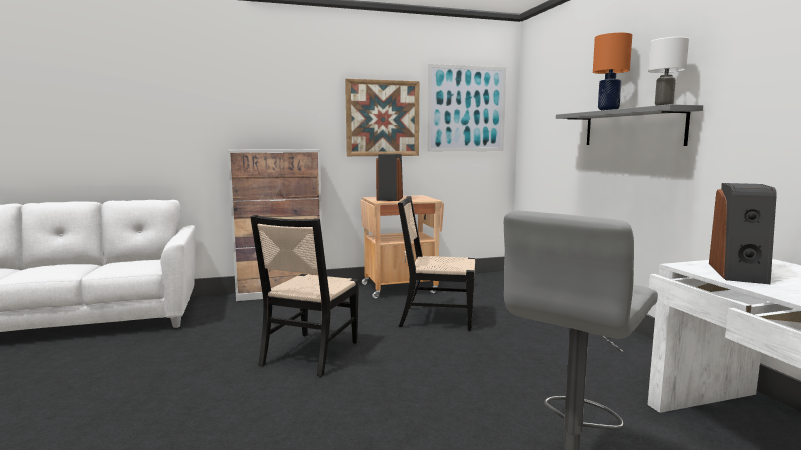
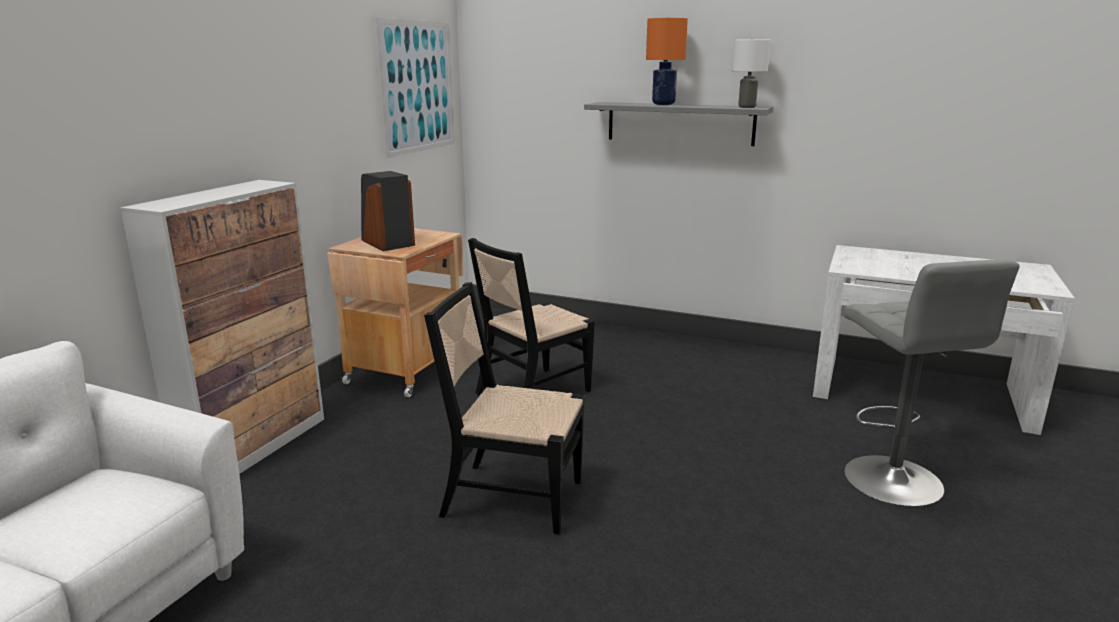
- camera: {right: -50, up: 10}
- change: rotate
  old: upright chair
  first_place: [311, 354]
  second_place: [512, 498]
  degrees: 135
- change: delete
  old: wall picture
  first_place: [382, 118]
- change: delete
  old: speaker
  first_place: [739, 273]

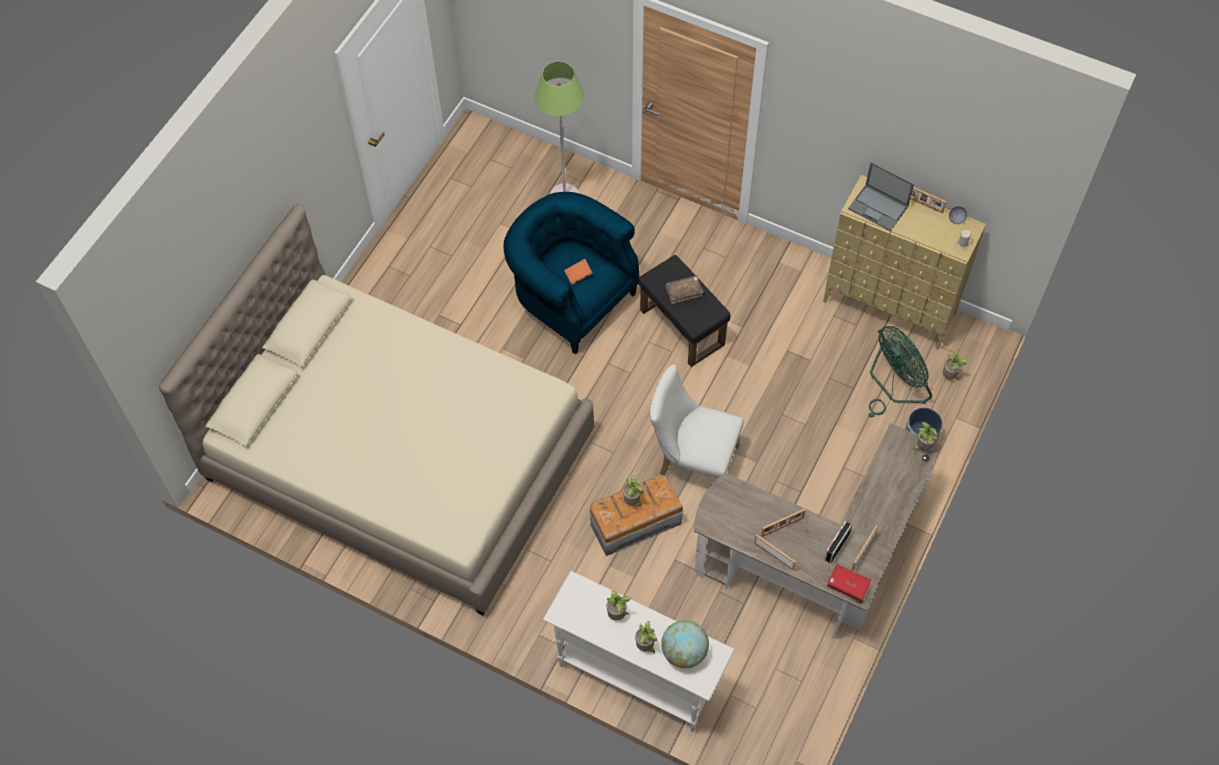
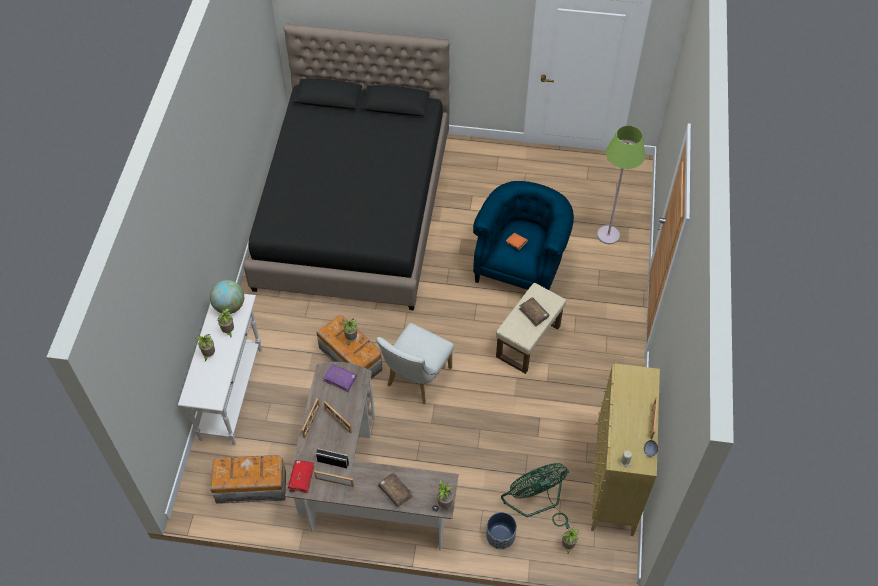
- camera: {right: 70, up: -5}
- change: recolor
  old: beige bedroom bed
  new: black bedroom bed
  first_place: [399, 455]
  second_place: [354, 209]
- change: recolor
  old: black ottoman
  new: beige ottoman
  first_place: [681, 327]
  second_place: [528, 340]
- change: rotate
  old: whitish upright chair
  first_place: [692, 460]
  second_place: [416, 380]
  degrees: -150
- change: move
  old: globe
  first_place: [684, 652]
  second_place: [229, 306]
- change: delete
  old: portable computer
  first_place: [879, 208]
- change: rotate
  old: green-coloured cooling fan
  first_place: [892, 385]
  second_place: [540, 502]
  degrees: -150
- change: insert
  new: storage box
  second_place: [250, 486]
- change: insert
  new: purple bound book
  second_place: [340, 379]
- change: insert
  new: brown bound book
  second_place: [395, 491]

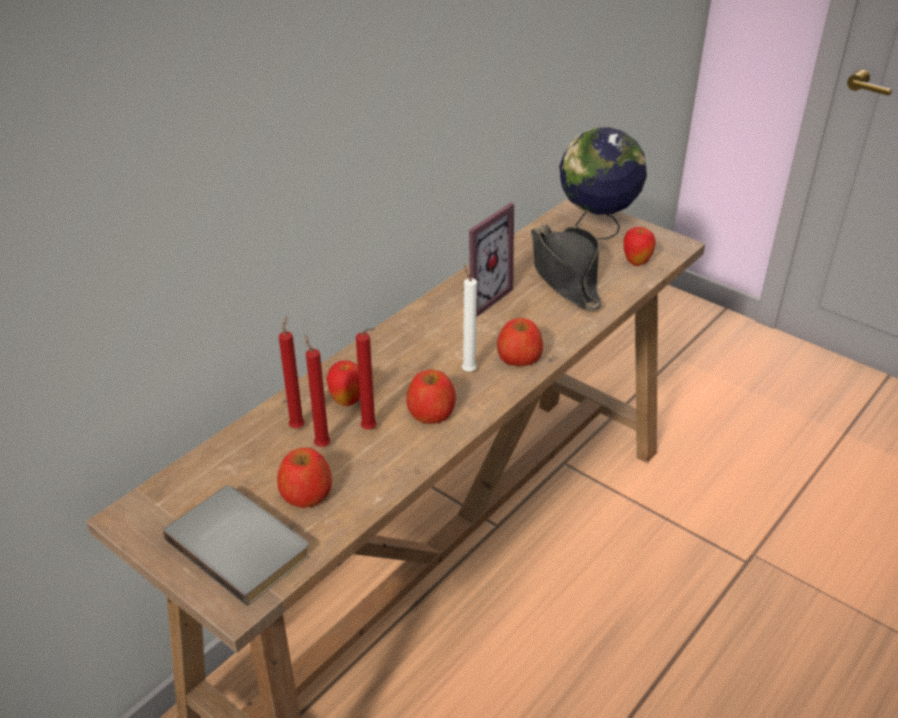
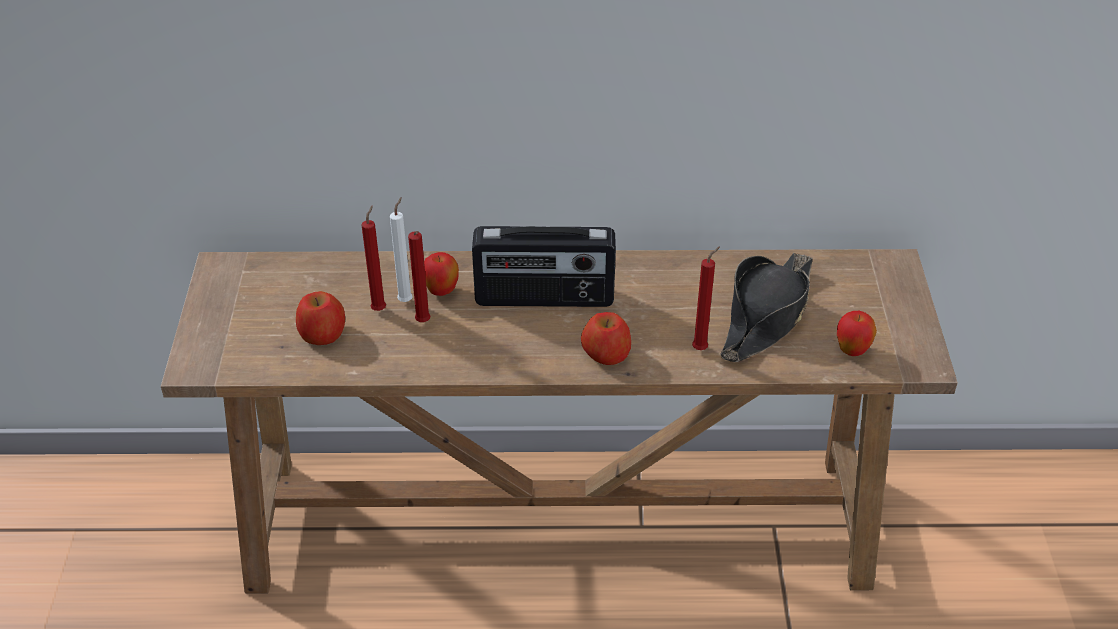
- camera: {right: 50, up: 5}
- change: delete
  old: gray bound book
  first_place: [242, 544]
- change: move
  old: red candle
  first_place: [298, 426]
  second_place: [701, 348]
- change: delete
  old: apple fruit
  first_place: [431, 412]
- change: delete
  old: standing frame
  first_place: [478, 297]
- change: move
  old: whitish candle
  first_place: [468, 370]
  second_place: [406, 300]
- change: delete
  old: globe
  first_place: [596, 229]
- change: insert
  new: radio set
  second_place: [544, 298]

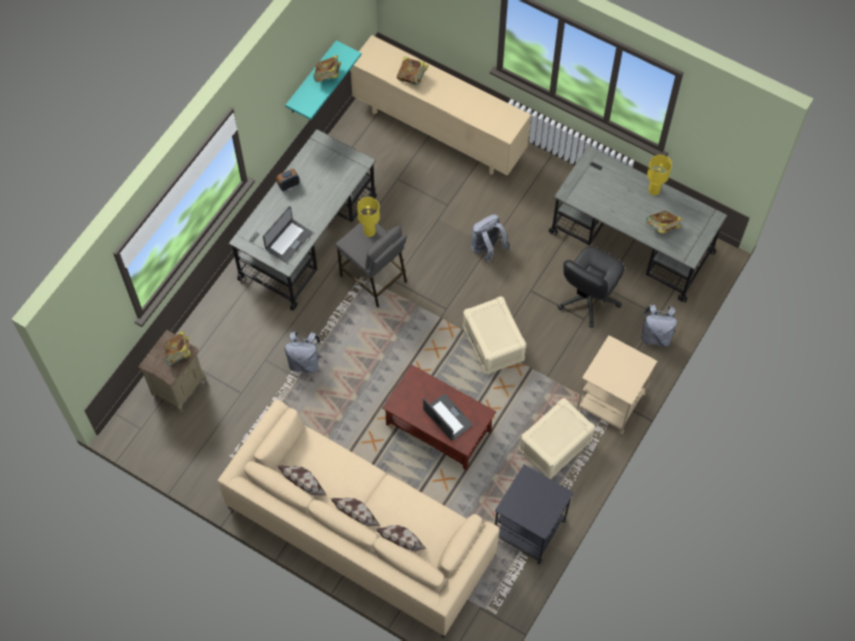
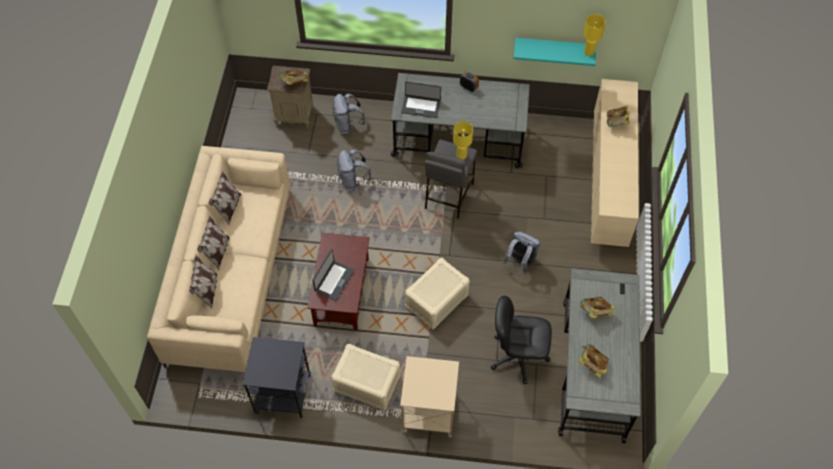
- camera: {right: 65, up: -5}
- change: move
  old: bound book
  first_place: [328, 77]
  second_place: [594, 312]
- change: move
  old: gray knapsack
  first_place: [655, 335]
  second_place: [348, 125]
- change: move
  old: yellowish table lamp
  first_place: [653, 190]
  second_place: [588, 52]

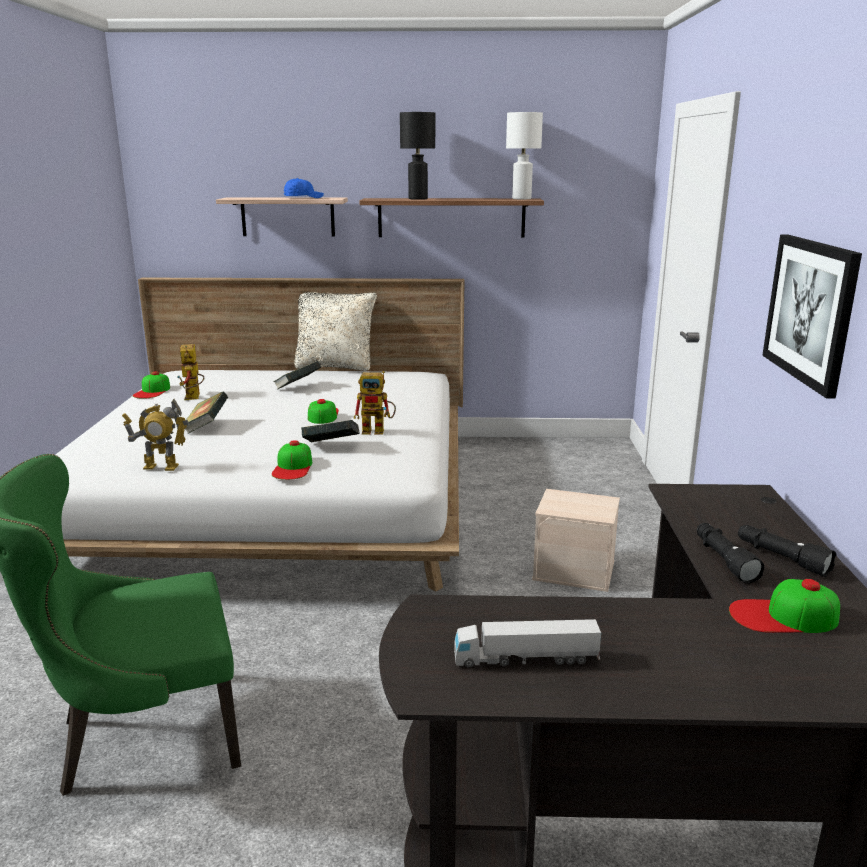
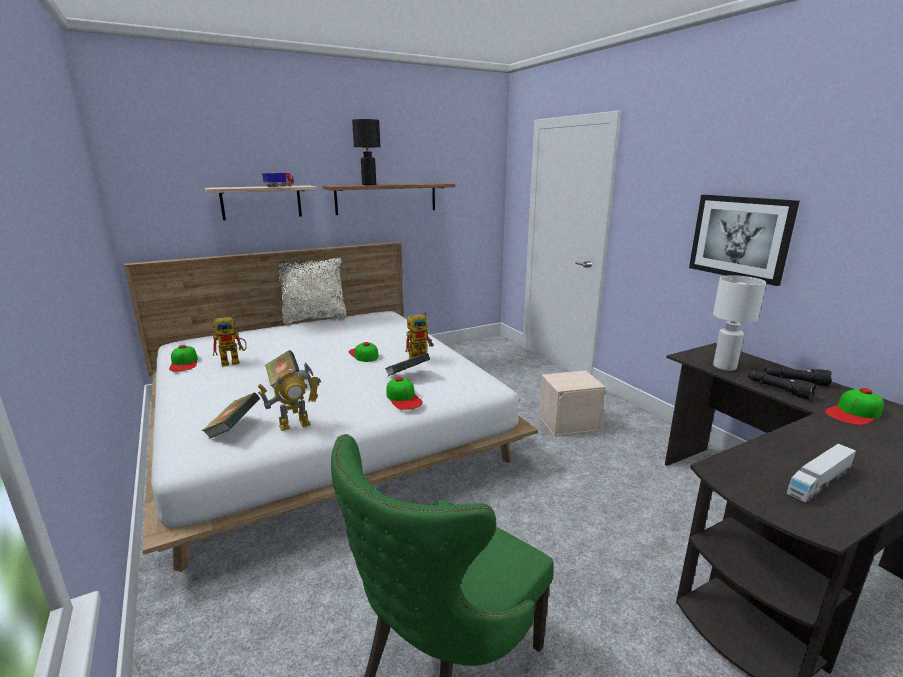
- camera: {right: -30, up: 0}
- change: rotate
  old: toy robot
  first_place: [194, 398]
  second_place: [234, 361]
  degrees: -75
- change: move
  old: bound book
  first_place: [298, 388]
  second_place: [234, 429]
- change: replace
  old: blue-coloured peaked cap
  new: toy lorry
  first_place: [303, 198]
  second_place: [279, 186]
- change: move
  old: whitish table lamp
  first_place: [521, 199]
  second_place: [724, 366]

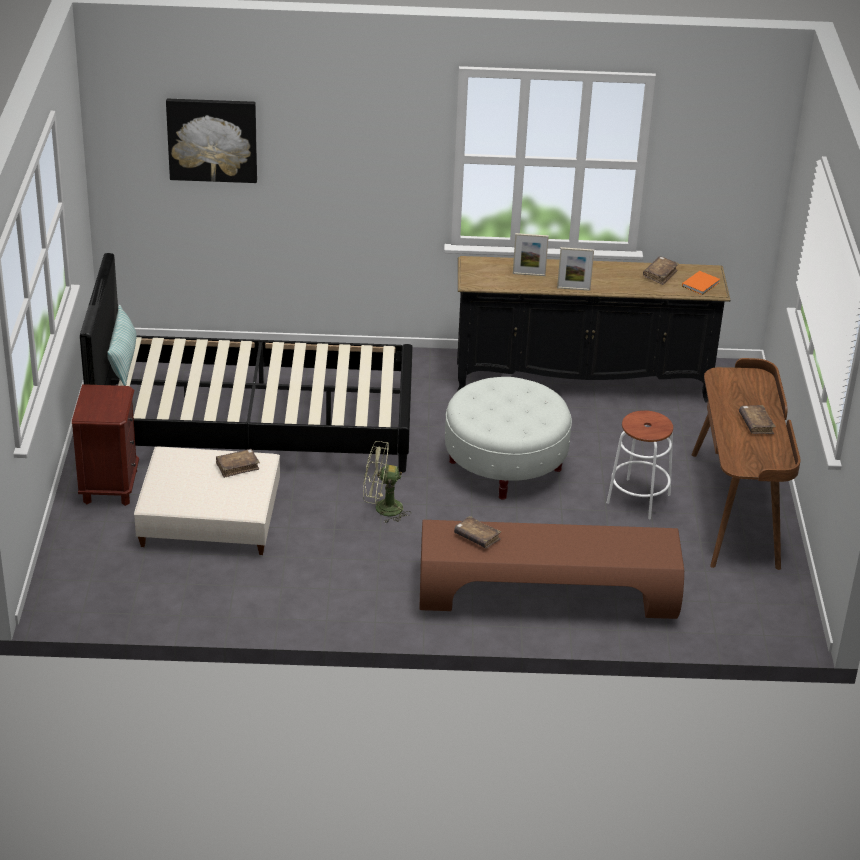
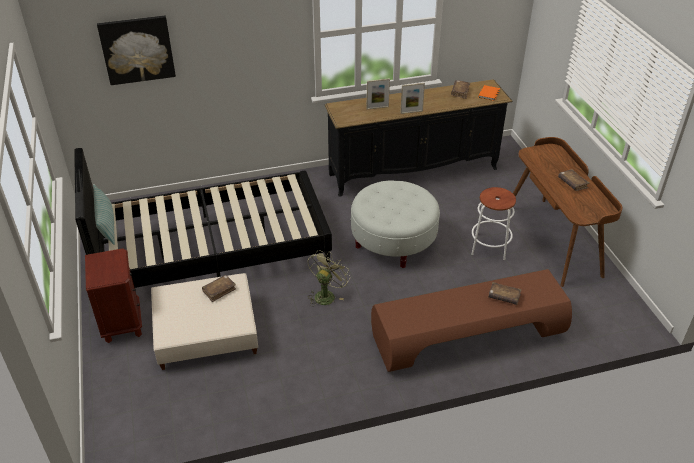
- camera: {right: -15, up: 5}
- change: rotate
  old: green-coloured cooling fan
  first_place: [382, 509]
  second_place: [326, 294]
  degrees: 135
- change: move
  old: brown bound book
  first_place: [477, 537]
  second_place: [504, 297]

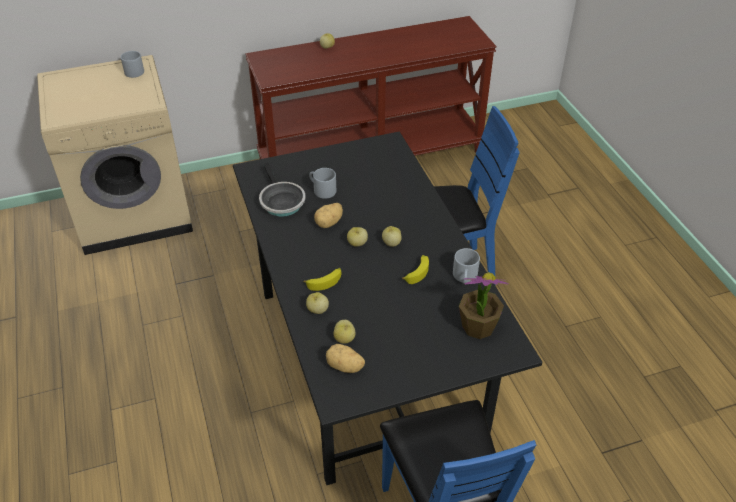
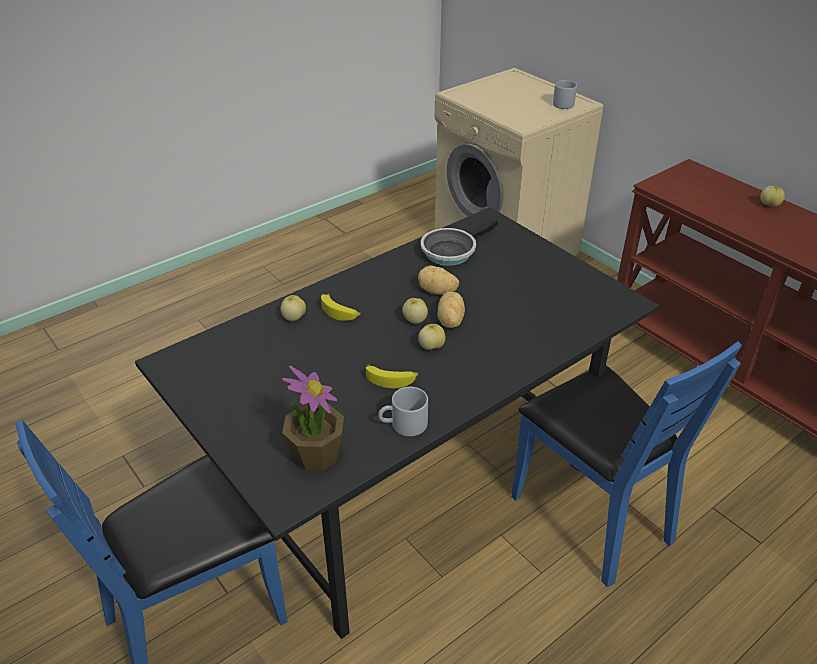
- camera: {right: 70, up: -5}
- change: delete
  old: gray coffee mug
  first_place: [321, 190]
- change: move
  old: whole potato
  first_place: [345, 367]
  second_place: [449, 321]
- change: delete
  old: apple fruit
  first_place: [344, 338]

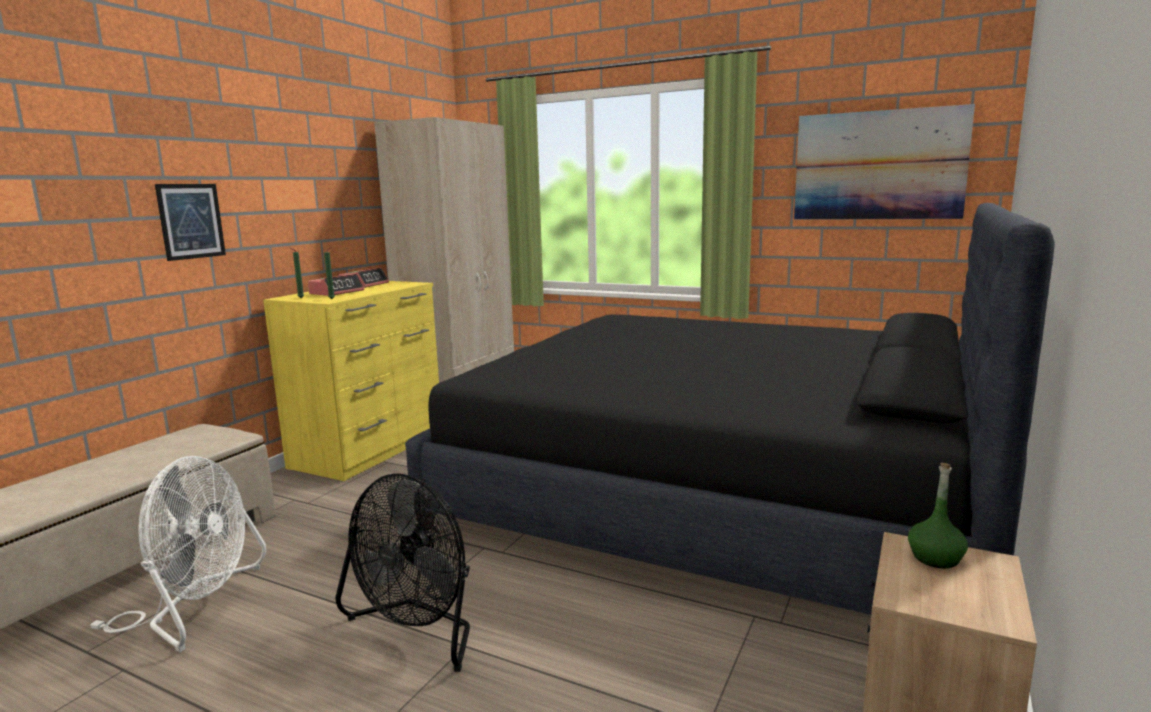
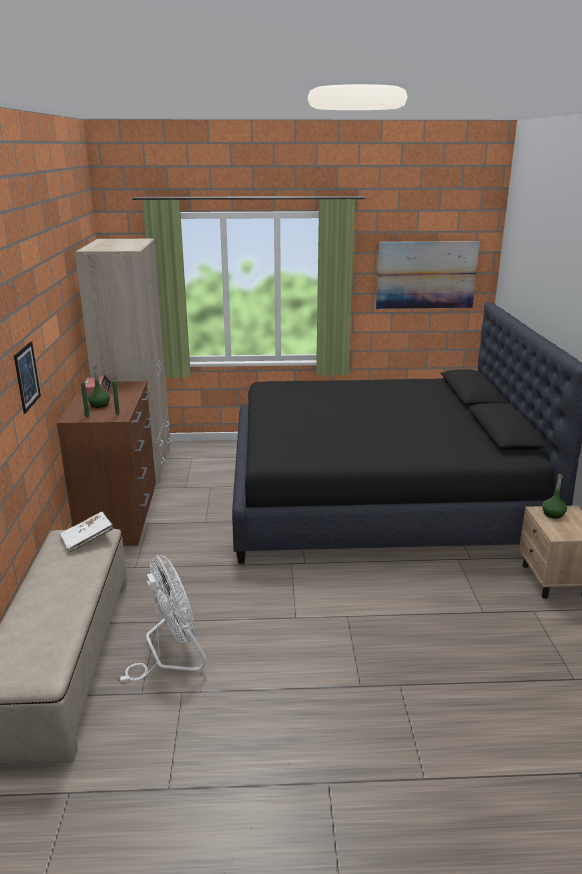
- camera: {right: -30, up: 10}
- change: recolor
  old: yellowish drawer chest
  new: brown drawer chest
  first_place: [371, 449]
  second_place: [120, 516]
- change: replace
  old: bedside clock
  new: green-coloured bottle
  first_place: [337, 292]
  second_place: [99, 405]
- change: delete
  old: black cooling fan
  first_place: [420, 624]
- change: insert
  new: whitish bound book
  second_place: [87, 539]

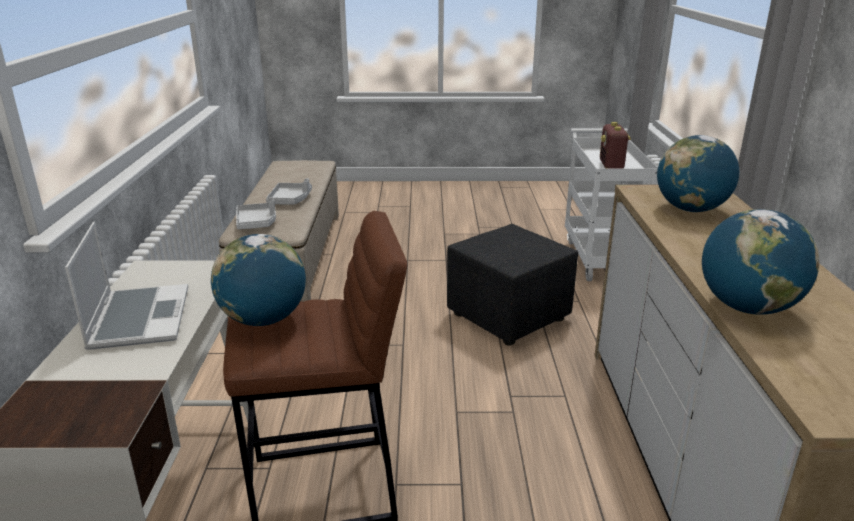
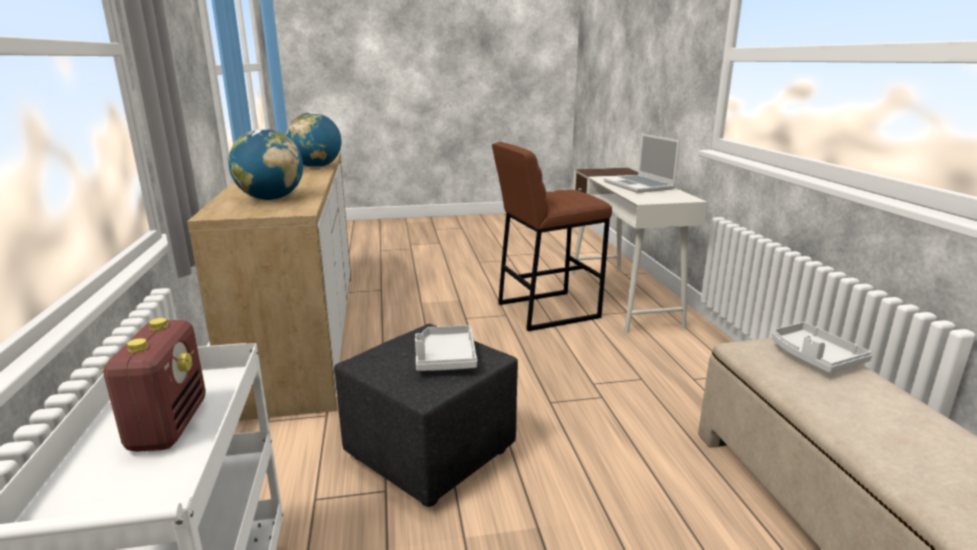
- camera: {right: 170, up: -5}
- change: delete
  old: globe
  first_place: [263, 320]
- change: move
  old: gray carrying tray
  first_place: [290, 200]
  second_place: [445, 358]

